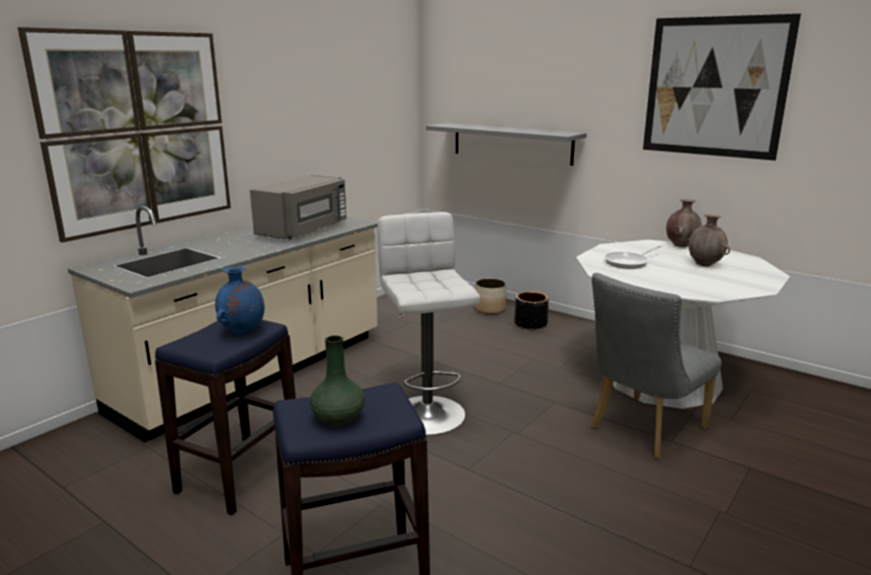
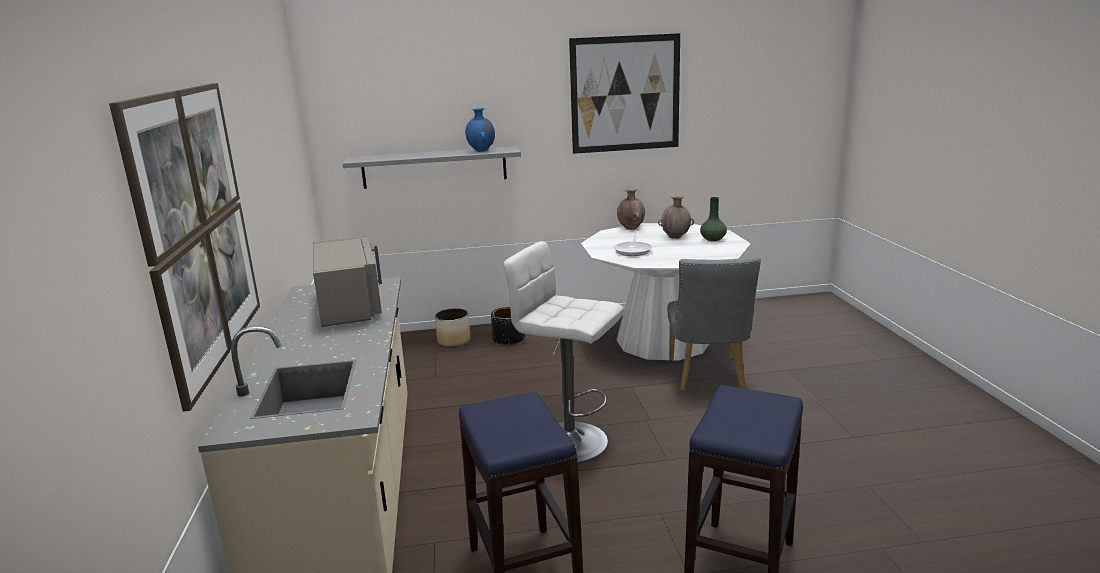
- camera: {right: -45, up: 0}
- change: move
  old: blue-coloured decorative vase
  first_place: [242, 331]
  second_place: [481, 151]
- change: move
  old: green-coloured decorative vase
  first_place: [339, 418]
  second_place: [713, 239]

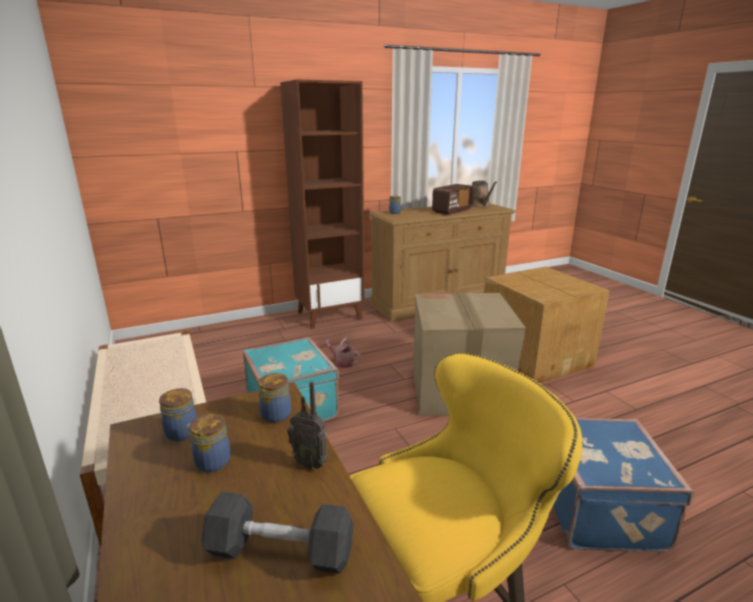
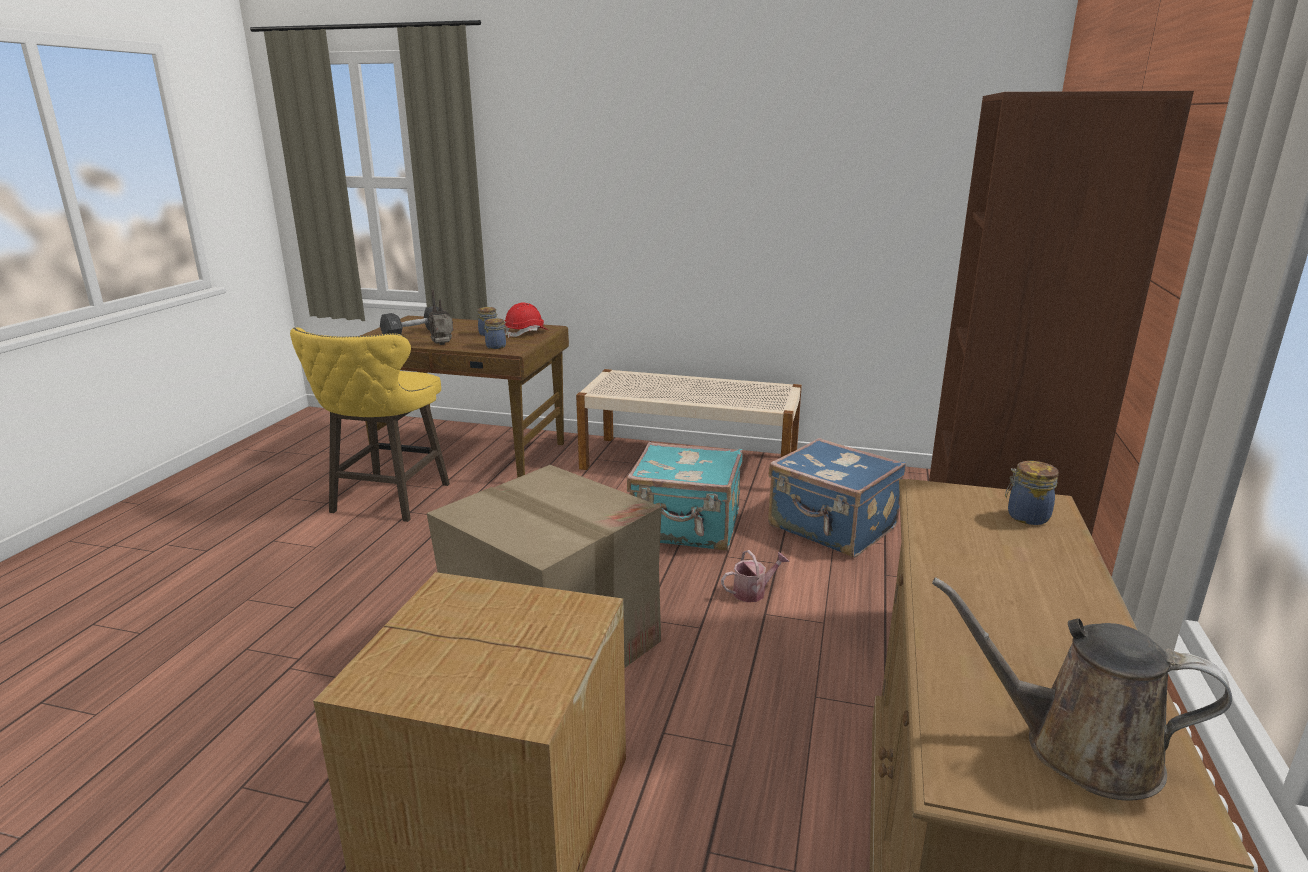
- camera: {right: 130, up: 0}
- change: replace
  old: preserve jar
  new: red work helmet
  first_place: [182, 431]
  second_place: [526, 333]
- change: delete
  old: radio set
  first_place: [452, 211]
- change: move
  old: blue-coloured travel case
  first_place: [601, 508]
  second_place: [831, 528]

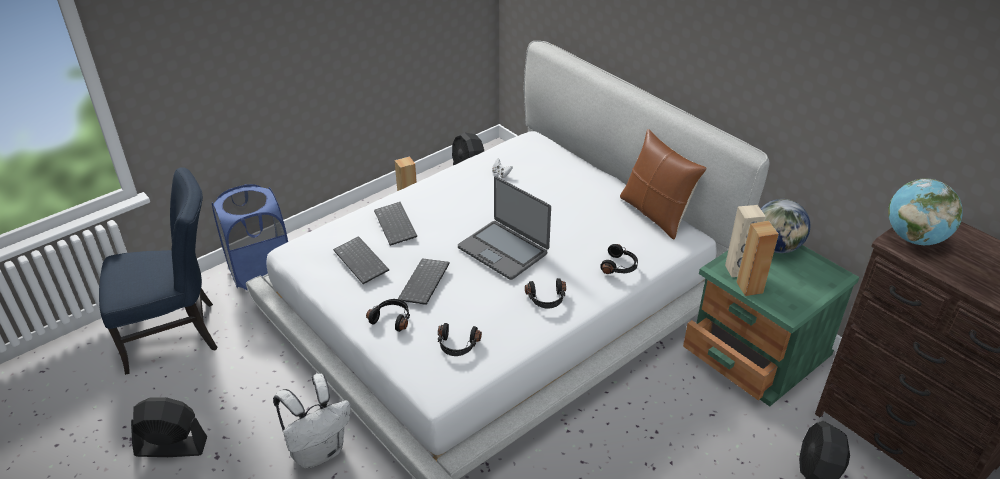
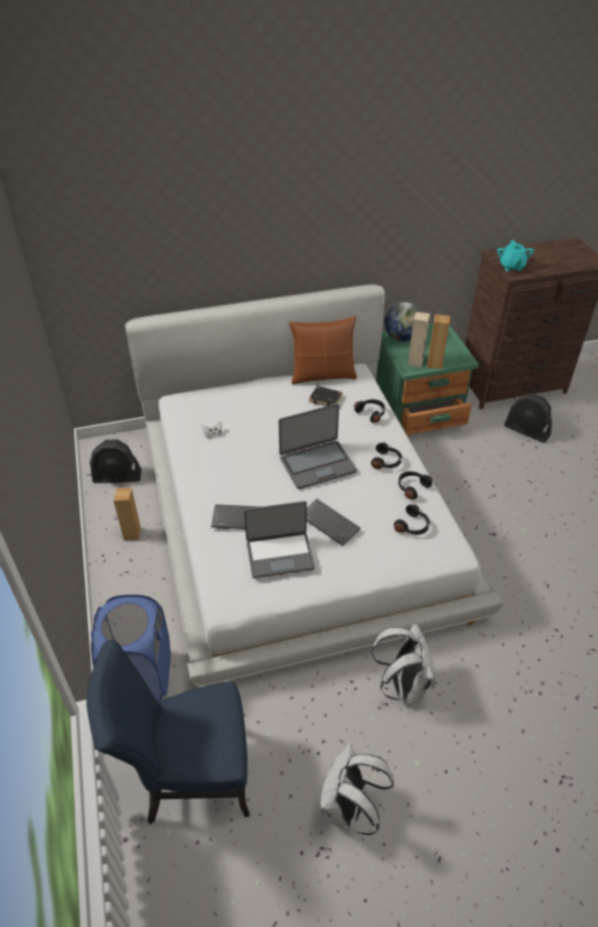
- camera: {right: -65, up: 5}
- change: rotate
  old: blue-coloured upright chair
  first_place: [178, 333]
  second_place: [189, 777]
  degrees: -105
- change: replace
  old: black cooling fan
  new: whitish knapsack
  first_place: [171, 446]
  second_place: [348, 809]
- change: replace
  old: PC keyboard
  new: portable computer
  first_place: [362, 261]
  second_place: [280, 554]
- change: move
  old: black headphones
  first_place: [392, 319]
  second_place: [412, 487]
- change: replace
  old: globe
  new: blue-green pot for tea
  first_place: [914, 238]
  second_place: [511, 267]
- change: insert
  new: black bound book
  second_place: [326, 399]

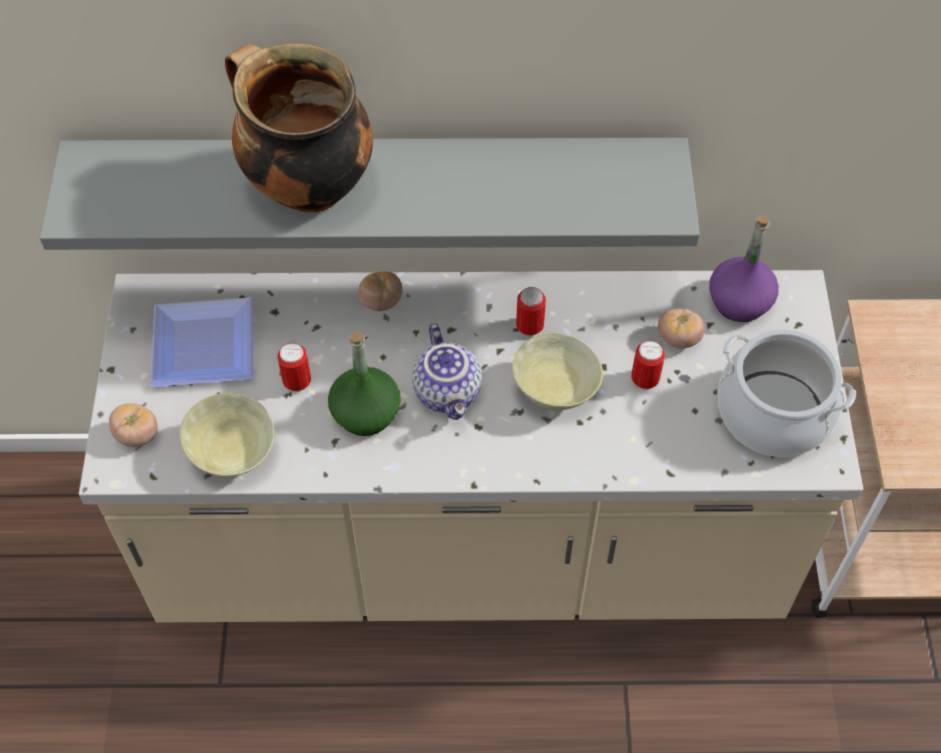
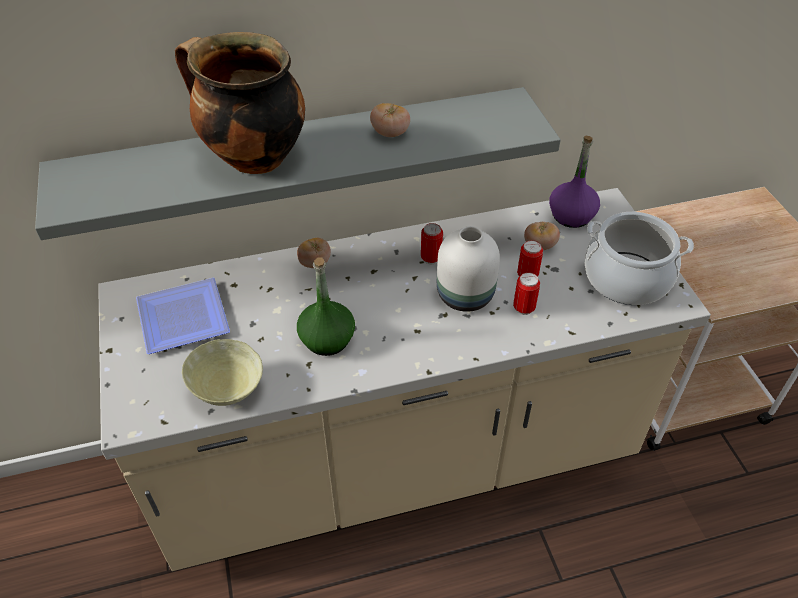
- camera: {right: -15, up: -10}
- change: move
  old: tomato
  first_place: [137, 435]
  second_place: [390, 133]
- change: move
  old: can
  first_place: [297, 382]
  second_place: [524, 308]
- change: delete
  old: pot for tea
  first_place: [449, 392]
- change: replace
  old: beige serving bowl
  new: whitish decorative vase
  first_place: [556, 392]
  second_place: [466, 296]

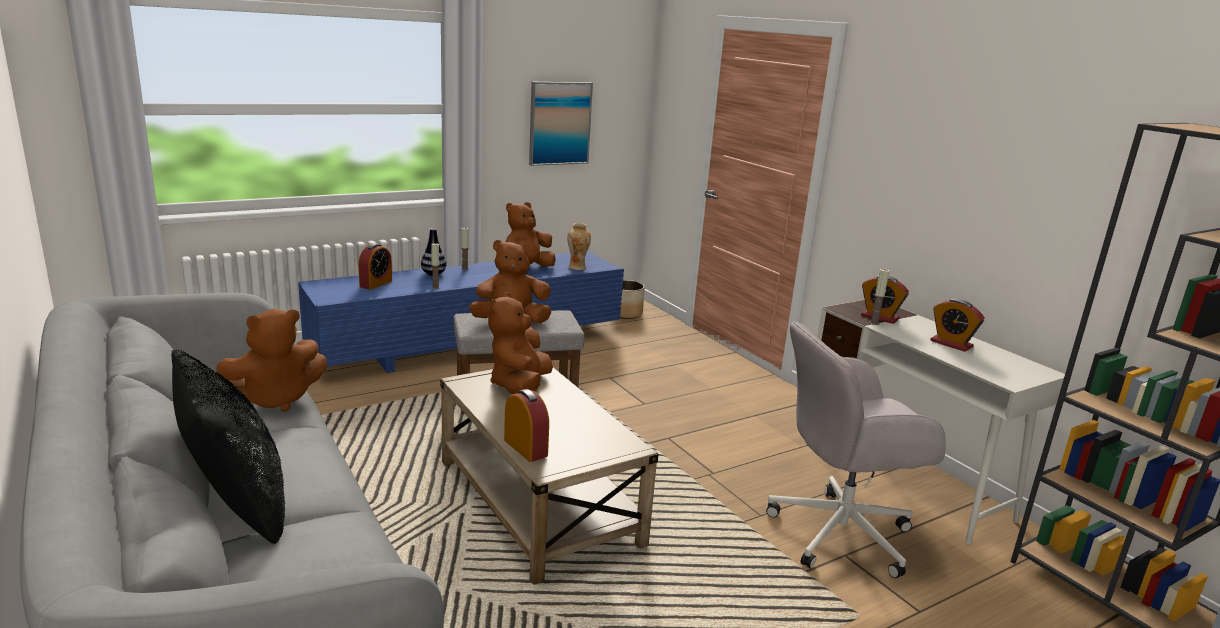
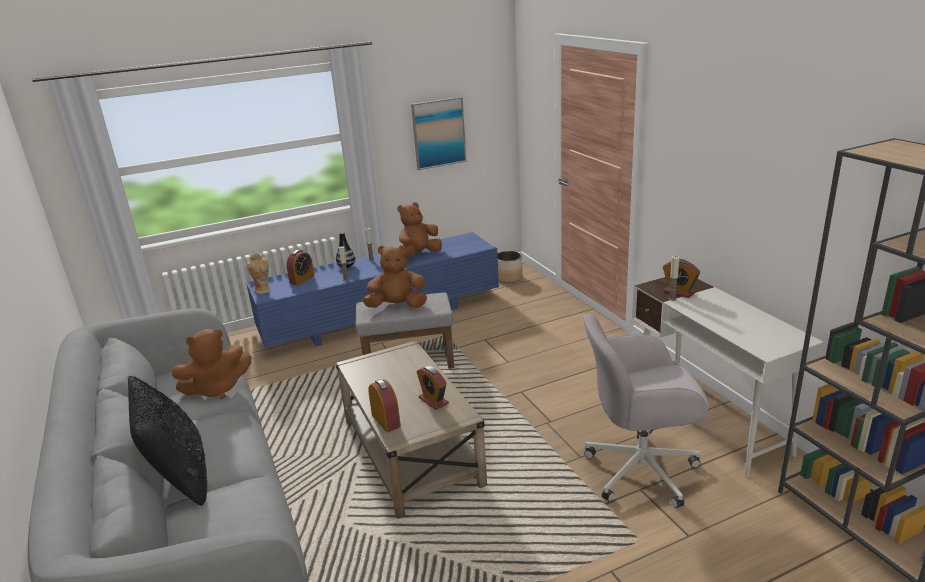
- camera: {right: 10, up: 5}
- change: delete
  old: brown cuddly toy
  first_place: [519, 386]
- change: move
  old: decorative vase
  first_place: [577, 267]
  second_place: [262, 290]
- change: move
  old: bedside clock
  first_place: [951, 344]
  second_place: [433, 401]

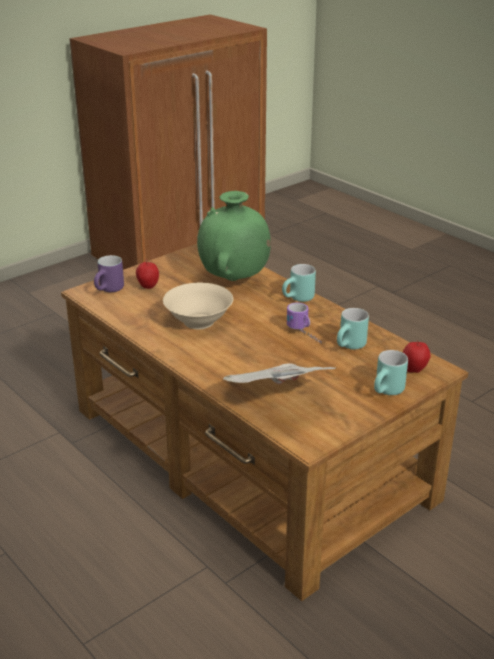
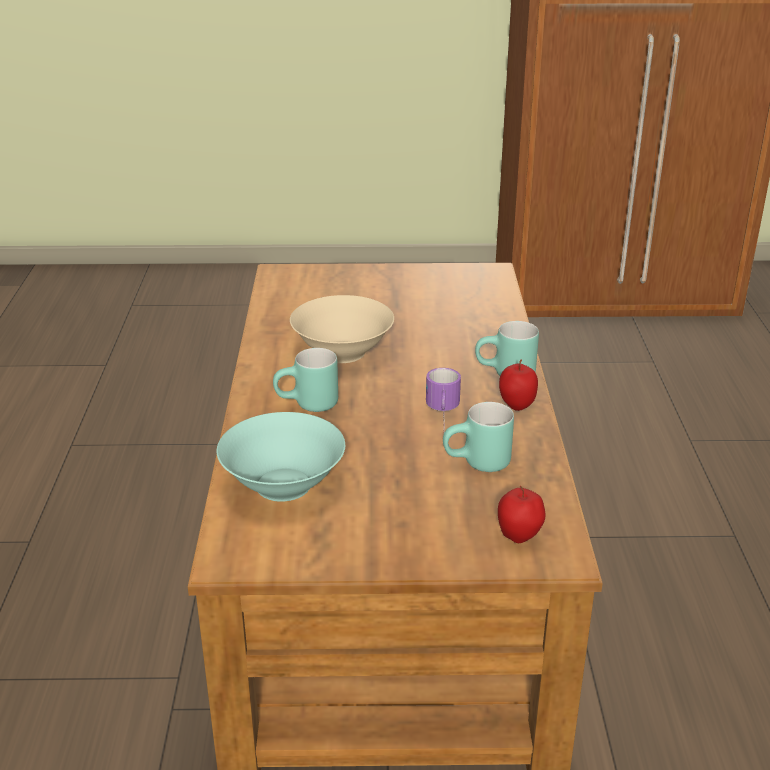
- camera: {right: 40, up: 0}
- change: delete
  old: purple coffee mug
  first_place: [110, 291]
- change: move
  old: apple fruit
  first_place: [148, 287]
  second_place: [516, 407]
- change: delete
  old: green-coloured decorative vase
  first_place: [234, 280]
- change: replace
  old: daily paper
  new: blue-green serving bowl
  first_place: [278, 398]
  second_place: [283, 484]
- change: move
  old: blue-green coffee mug
  first_place: [388, 392]
  second_place: [308, 406]

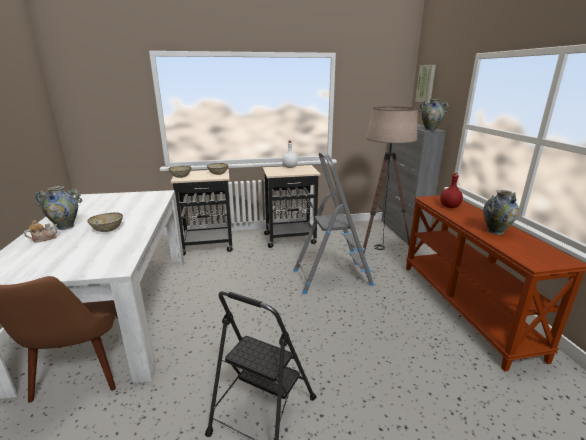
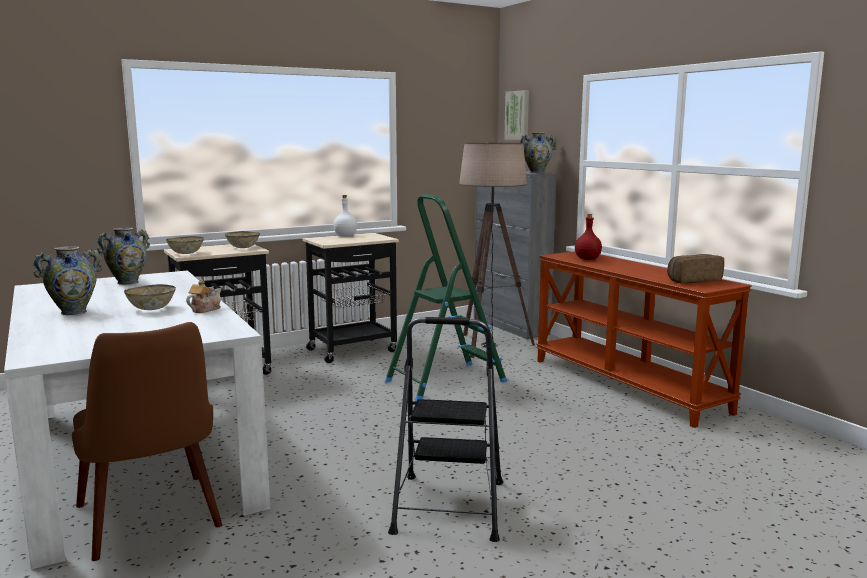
- camera: {right: -20, up: -10}
- change: move
  old: pot for tea
  first_place: [44, 238]
  second_place: [205, 309]
- change: recolor
  old: gray stepladder
  new: green-coloured stepladder
  first_place: [333, 277]
  second_place: [447, 381]
- change: move
  old: decorative vase
  first_place: [495, 231]
  second_place: [128, 282]
- change: insert
  new: bread
  second_place: [692, 280]

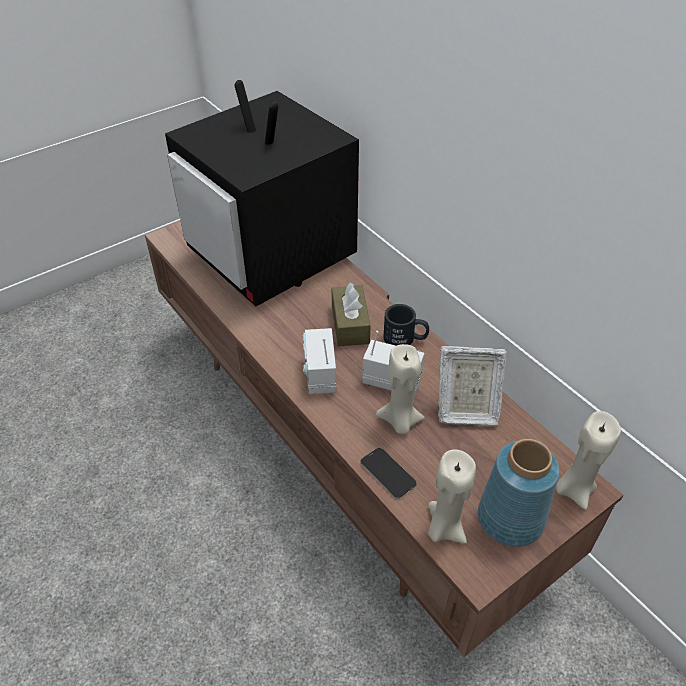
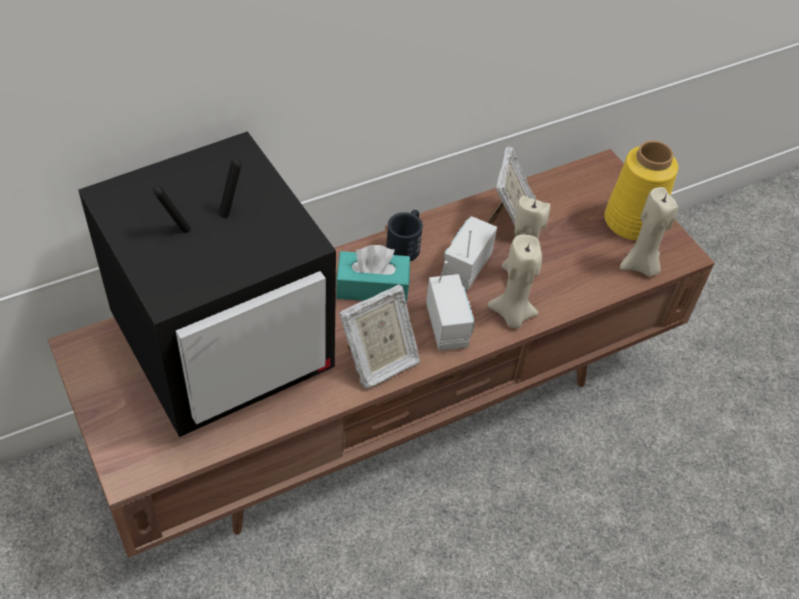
- camera: {right: -85, up: 5}
- change: rotate
  old: radio set
  first_place: [320, 375]
  second_place: [447, 326]
  degrees: -105
- change: recolor
  old: brown box of tissues
  new: blue-green box of tissues
  first_place: [350, 324]
  second_place: [372, 287]
- change: delete
  old: handset
  first_place: [388, 473]
- change: recolor
  old: blue-coloured decorative vase
  new: yellowish decorative vase
  first_place: [511, 519]
  second_place: [633, 221]
- change: move
  old: beige candle
  first_place: [574, 489]
  second_place: [512, 315]
- change: insert
  new: standing frame
  second_place: [379, 362]

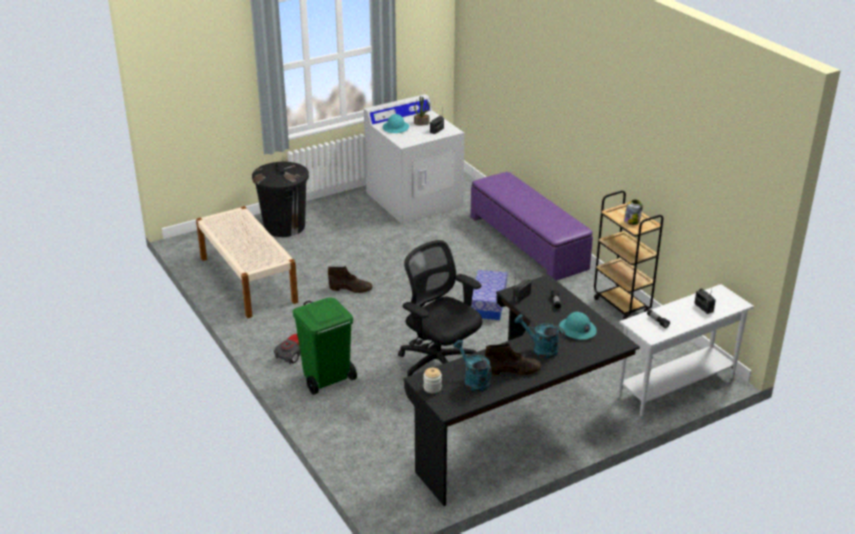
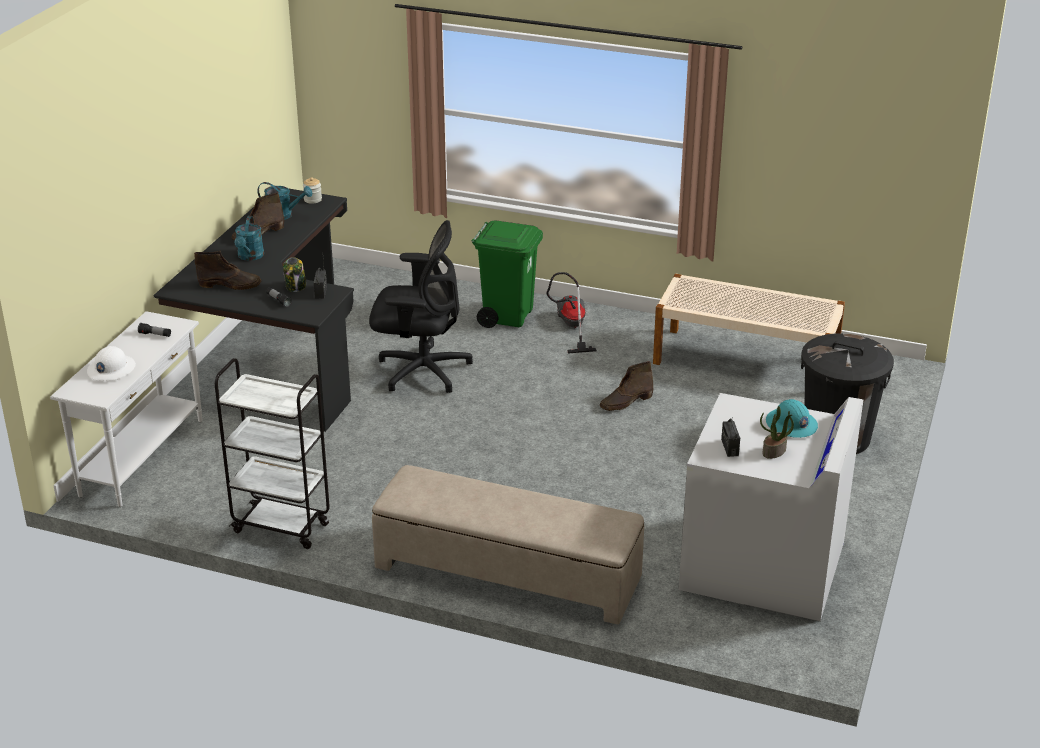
- camera: {right: 140, up: 0}
- change: recolor
  old: purple indoor bench
  new: beige indoor bench
  first_place: [528, 242]
  second_place: [506, 572]
- change: delete
  old: storage box
  first_place: [488, 303]
- change: rotate
  old: blue-green sprinkling can
  first_place: [540, 349]
  second_place: [250, 257]
  degrees: 105
- change: replace
  old: blue-green work helmet
  new: brown tall boot
  first_place: [577, 330]
  second_place: [230, 285]
- change: recolor
  old: brown cart
  new: whitish cart
  first_place: [622, 307]
  second_place: [279, 528]
- change: move
  old: preserve jar
  first_place: [632, 221]
  second_place: [296, 287]
- change: replace
  old: radio set
  new: whitish work helmet
  first_place: [703, 307]
  second_place: [111, 369]

